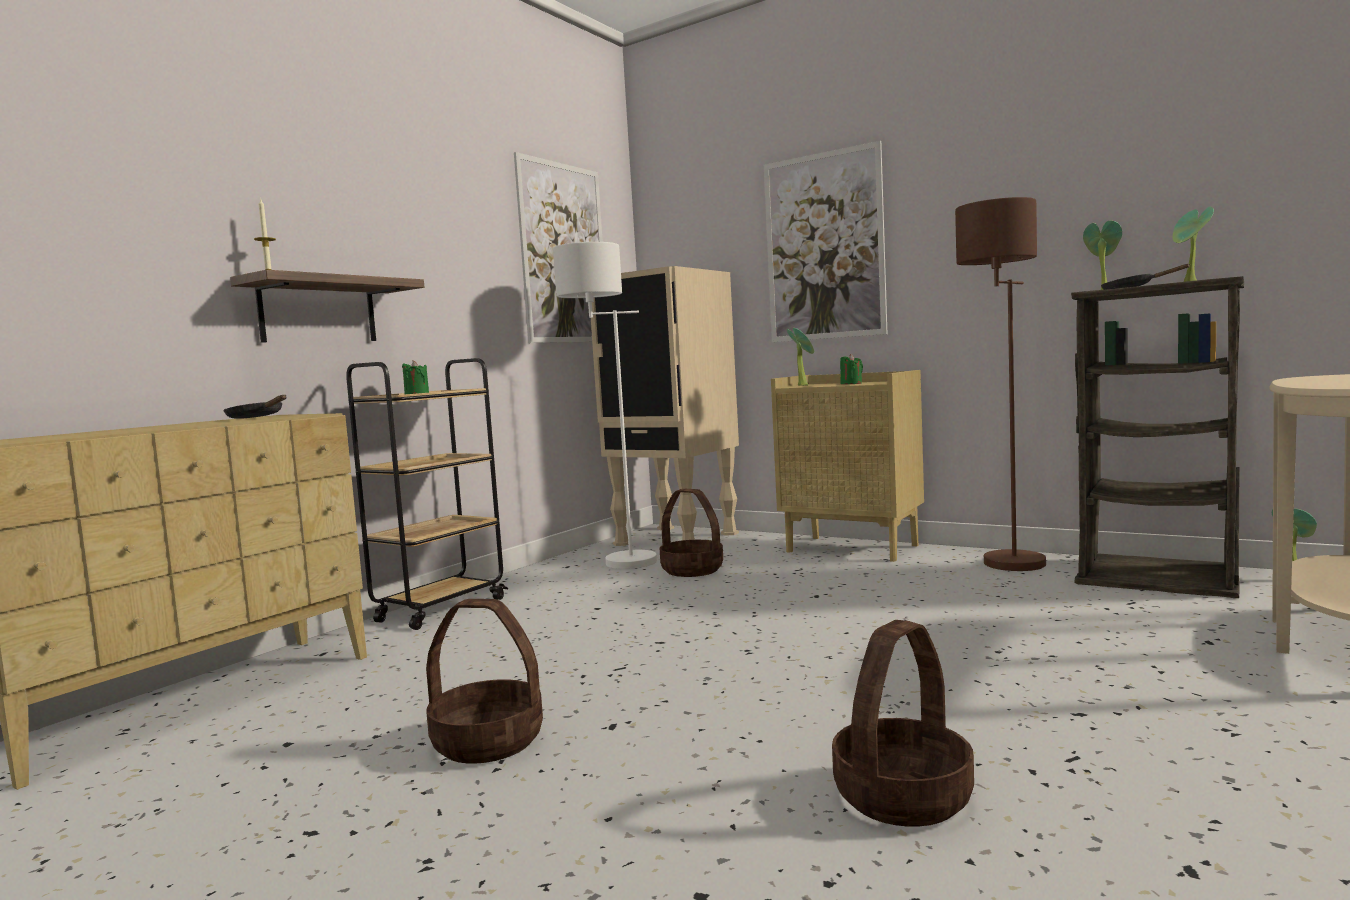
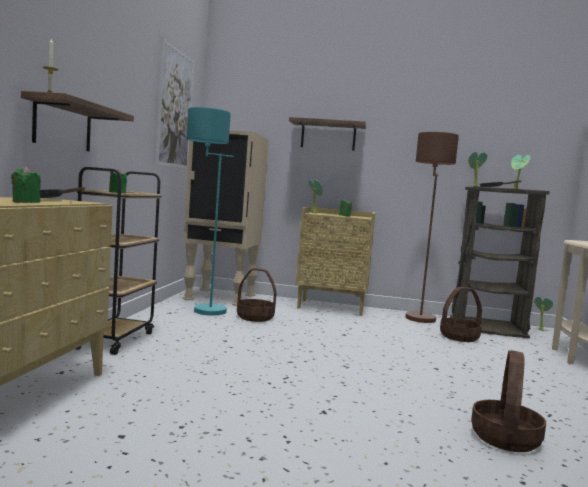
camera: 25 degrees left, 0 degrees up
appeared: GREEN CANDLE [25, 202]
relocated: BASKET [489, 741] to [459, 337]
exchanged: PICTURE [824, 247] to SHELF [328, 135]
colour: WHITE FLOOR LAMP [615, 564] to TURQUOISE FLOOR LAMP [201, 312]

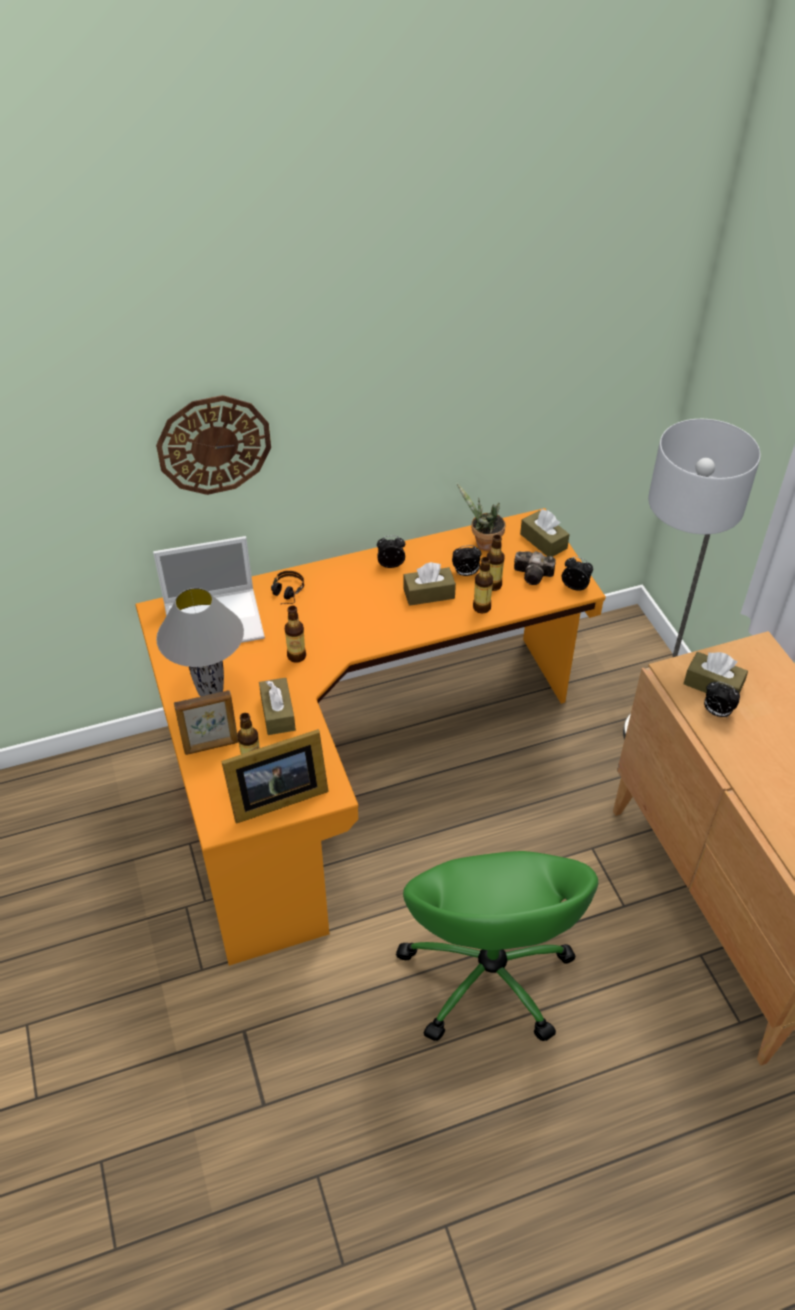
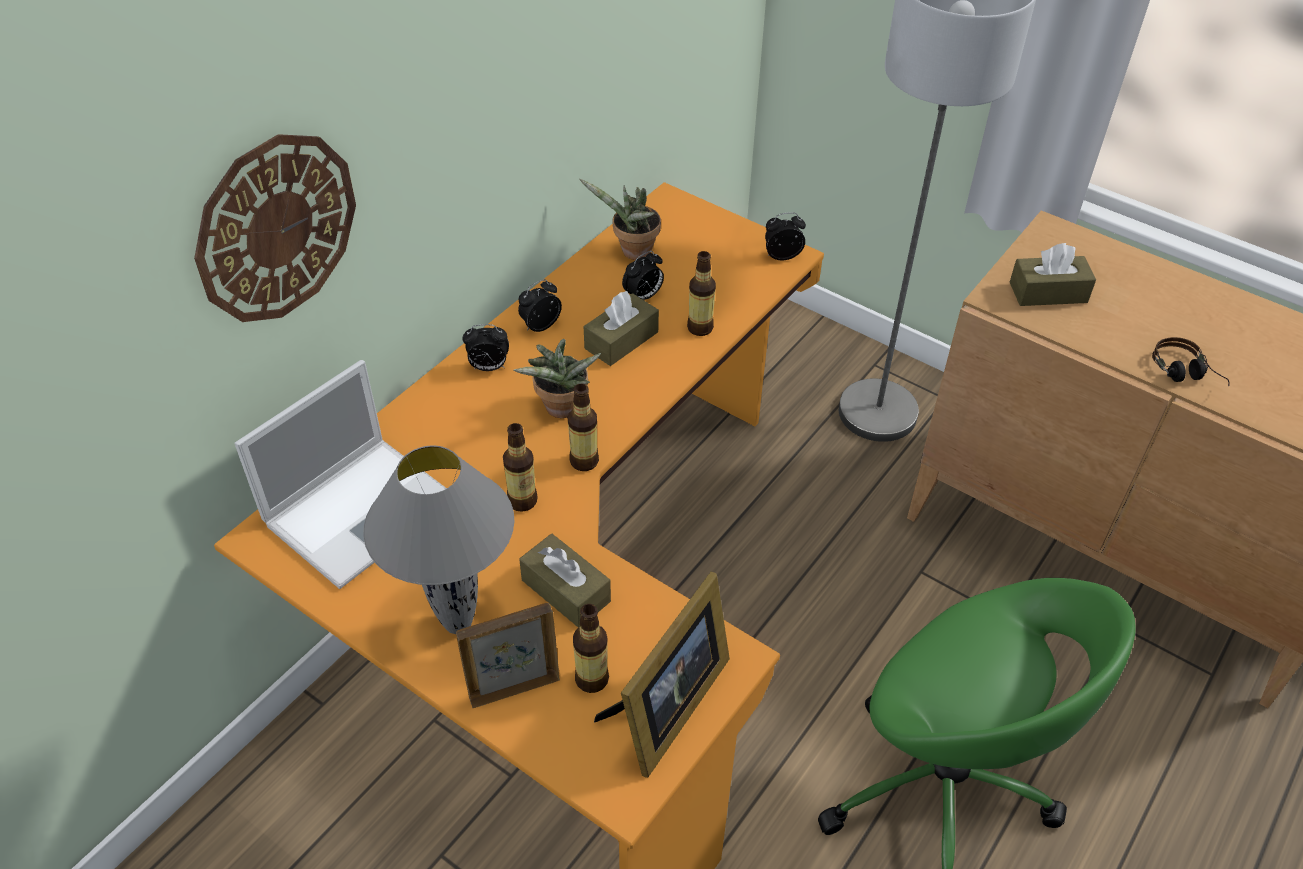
camera: 35 degrees left, 0 degrees up
missing: PHOTO CAMERA [534, 575]; BROWN TISSUE BOX [543, 541]
appeared: POTTED PLANT [561, 411]
relocated: HEADPHONES [285, 595] to [1186, 376]; BOTTLE [493, 585] to [584, 461]; ALARM CLOCK [716, 712] to [488, 367]
spun: PICTURE FRAME [211, 746] = [513, 688] 150 degrees counterclockwise

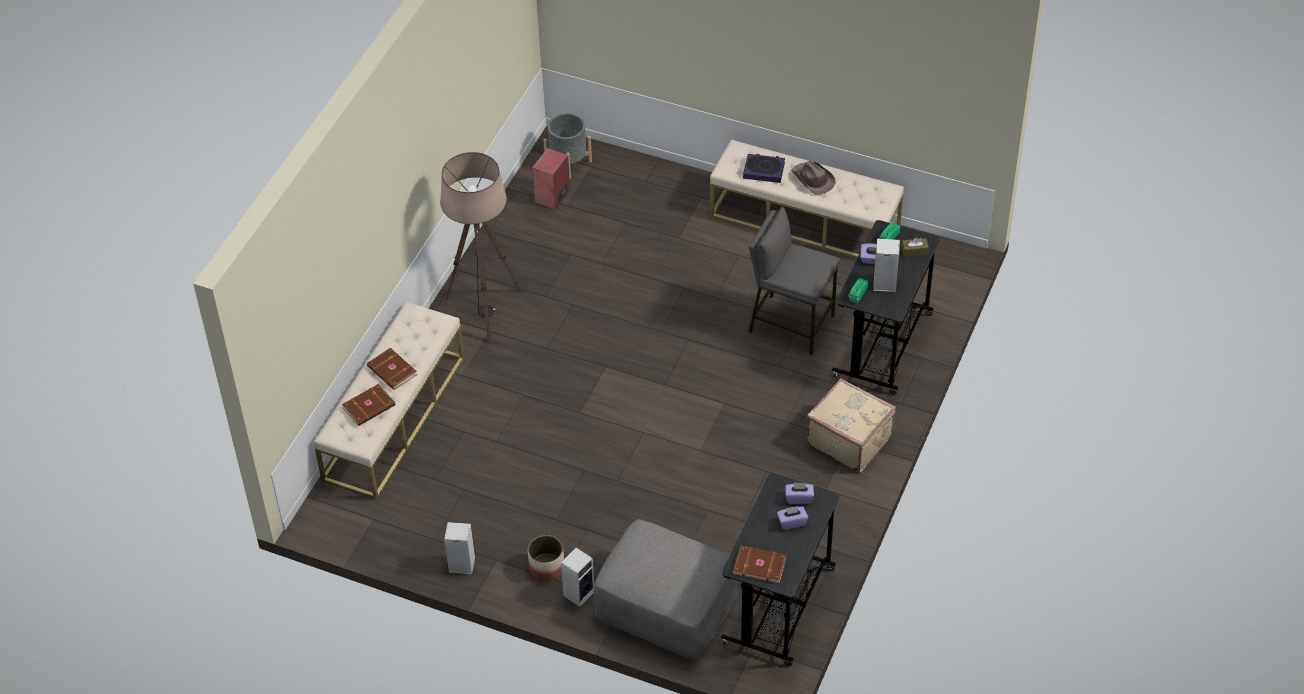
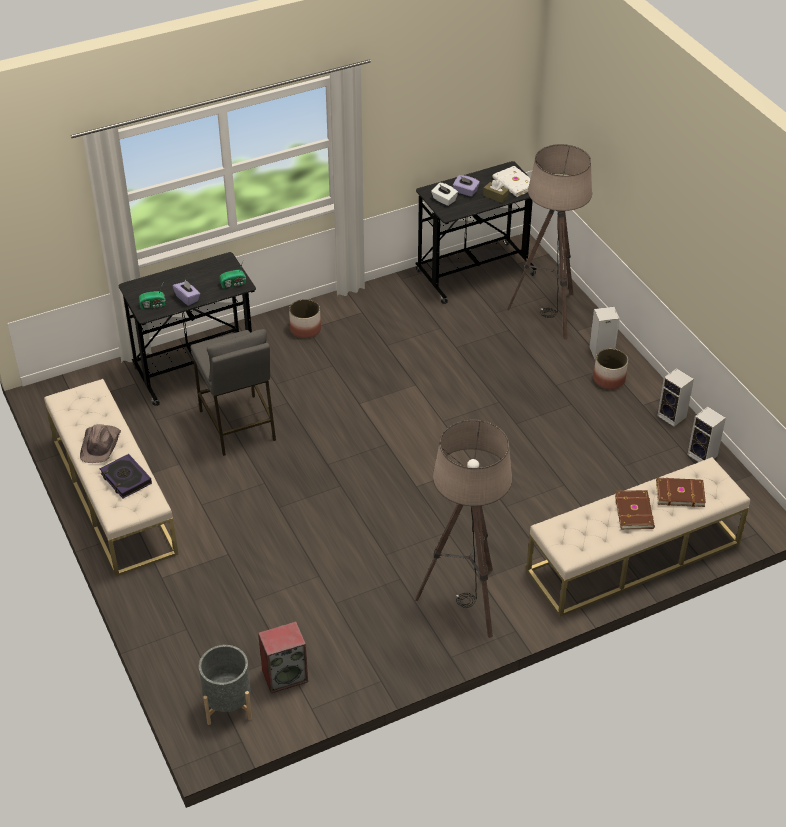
camera: 140 degrees left, 5 degrees down
relocated: SPEAKER [883, 284] to [703, 455]; BROWN TISSUE BOX [914, 251] to [495, 196]
exchanged: GREY OTTOMAN [665, 604] to FLOOR LAMP [548, 313]; BEIGE SUITCASE [849, 439] to PLANTER [305, 329]
colour: BROWN BOOK [759, 565] to WHITE BOOK [514, 183]; PURPLE TISSUE BOX [799, 498] to WHITE TISSUE BOX [444, 200]

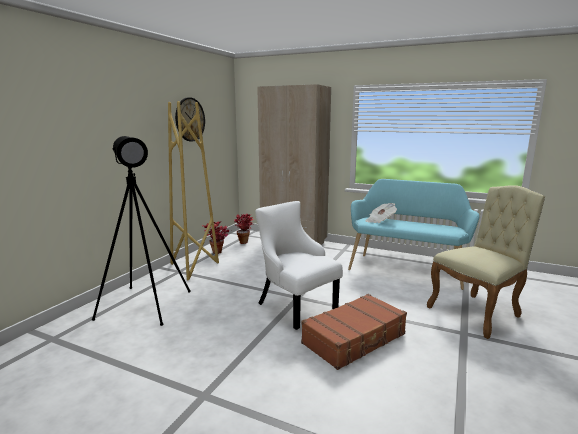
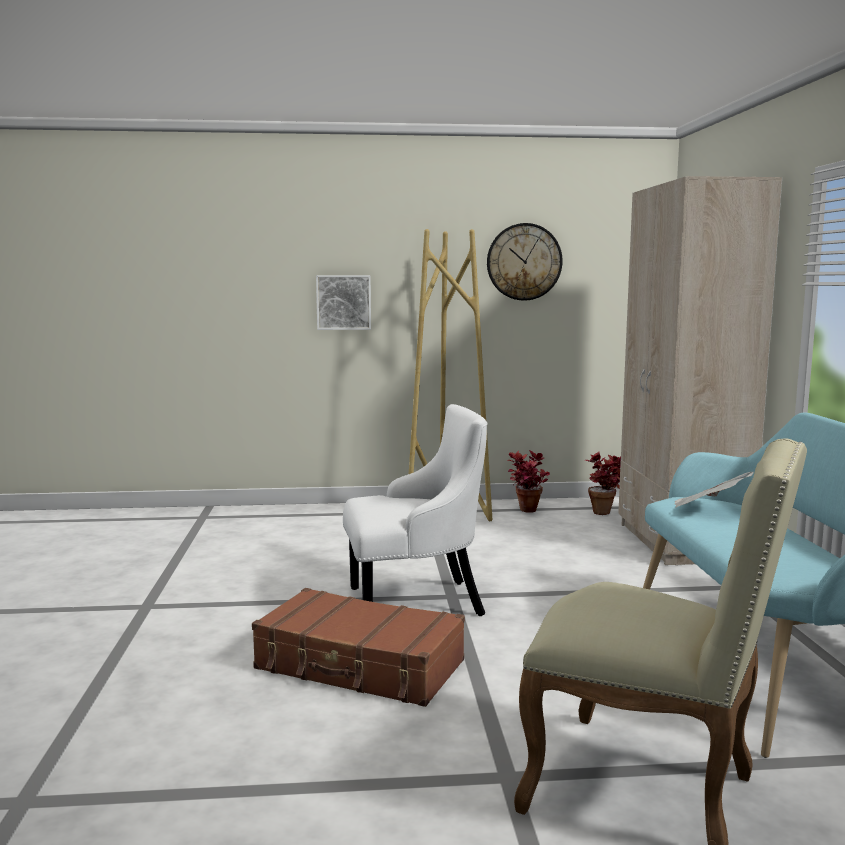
camera: 60 degrees right, 5 degrees down
missing: BLACK FLOOR LAMP [145, 305]
appeared: PICTURE [343, 302]
spun: WHITE CHAIR [297, 308] = [413, 604] 60 degrees clockwise

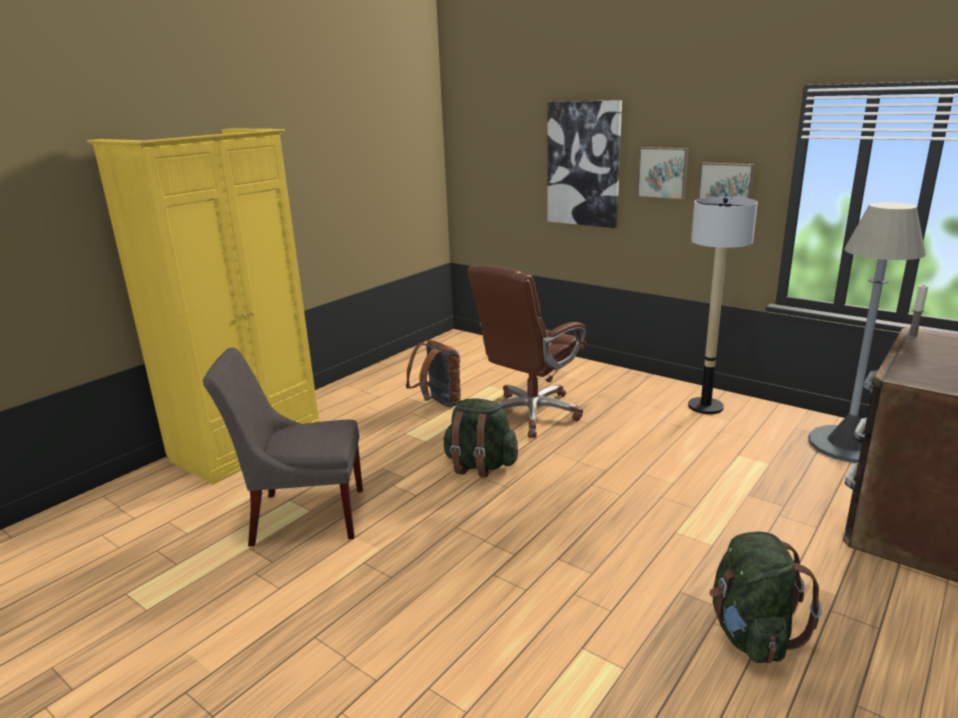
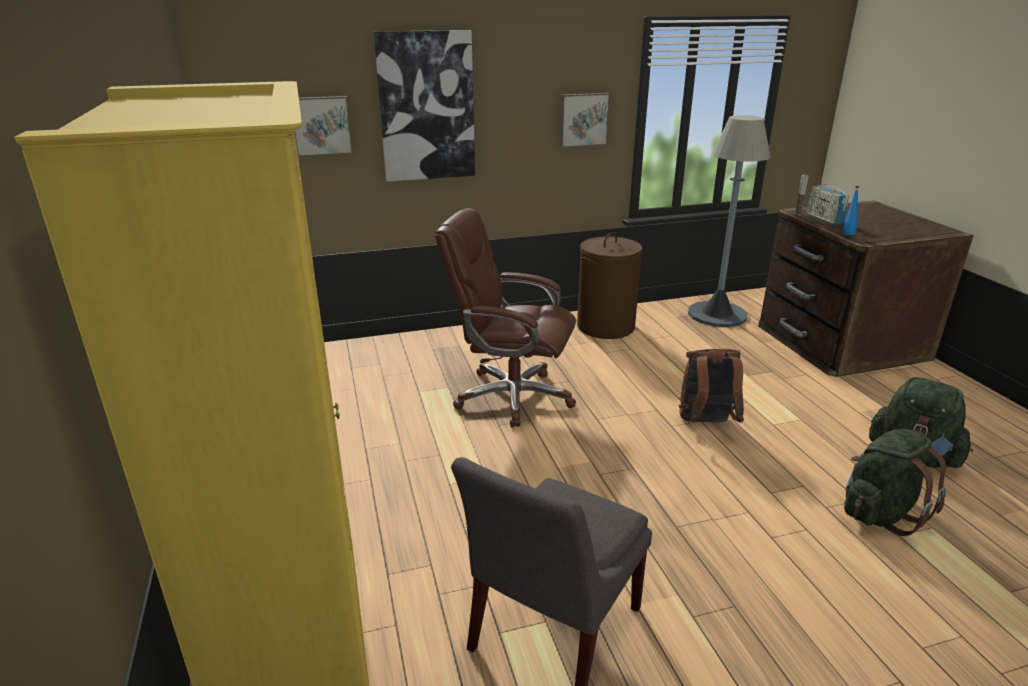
camera: 55 degrees left, 5 degrees up
appeared: RADIO [824, 219]; BLUE BOTTLE [847, 235]
relocated: BROWN BACKPACK [438, 403] to [705, 423]; GREEN BACKPACK [480, 465] to [880, 513]; PICTURE [663, 173] to [321, 125]
exchanged: FLOOR LAMP [705, 406] to BROWN LAUNDRY BASKET [605, 326]
spun: BROWN OFFICE CHAIR [531, 413] = [511, 397] 120 degrees clockwise

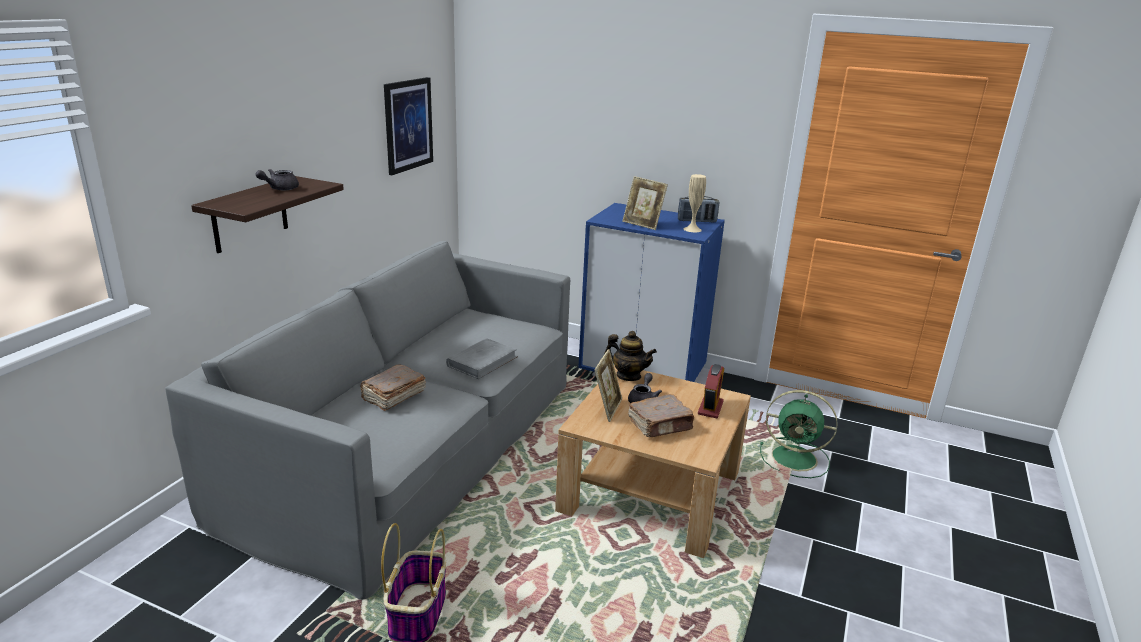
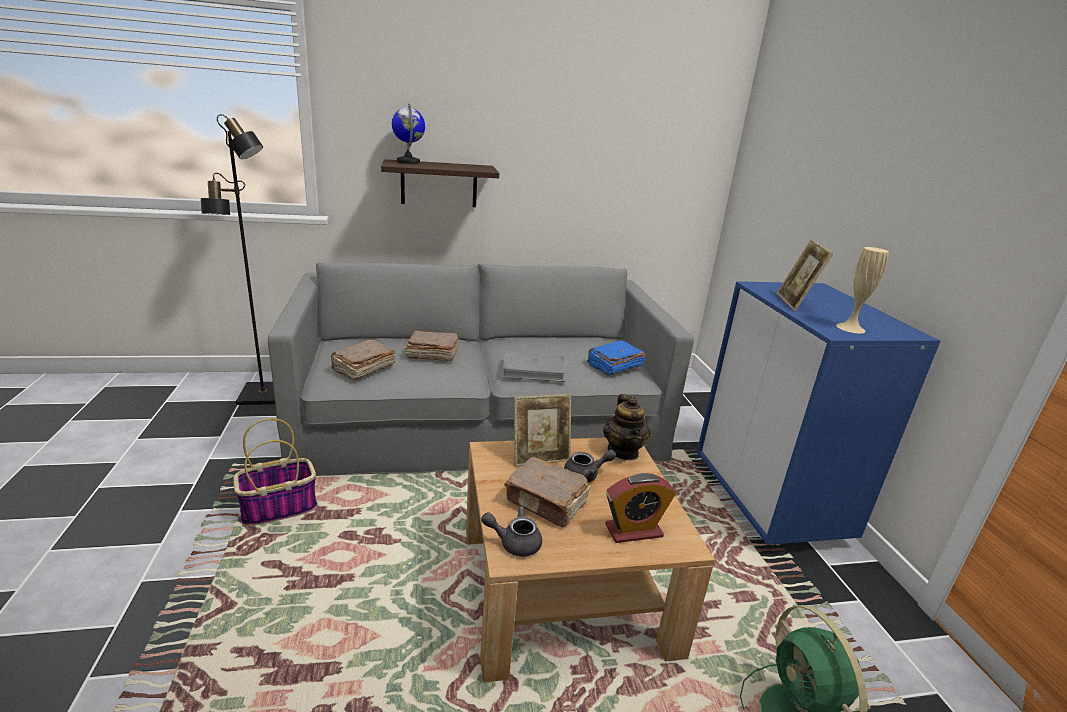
camera: 55 degrees right, 0 degrees up
missing: PICTURE [408, 125]; RADIO [696, 221]
appeared: BLACK FLOOR LAMP [263, 394]; BROWN BOOK [363, 369]; GLOBE [408, 162]; BLUE BOOK [613, 366]
relocated: GREY TEAPOT [279, 189] to [514, 542]

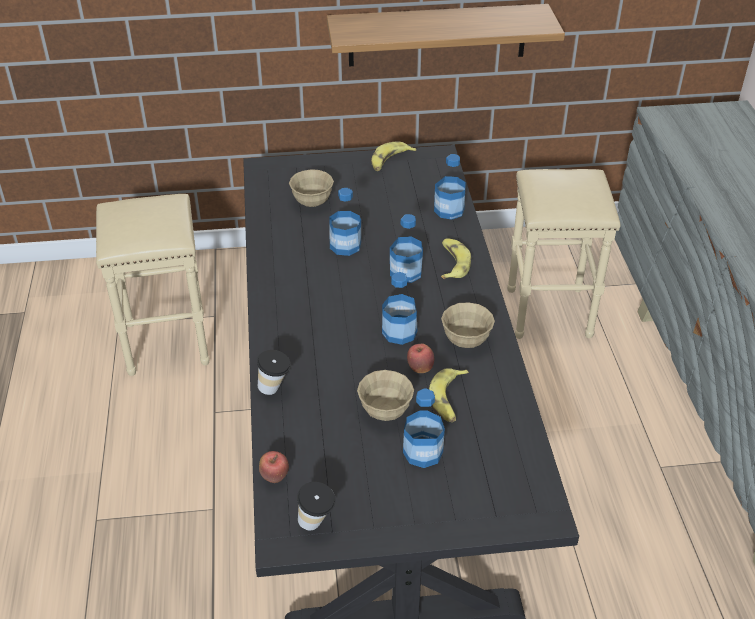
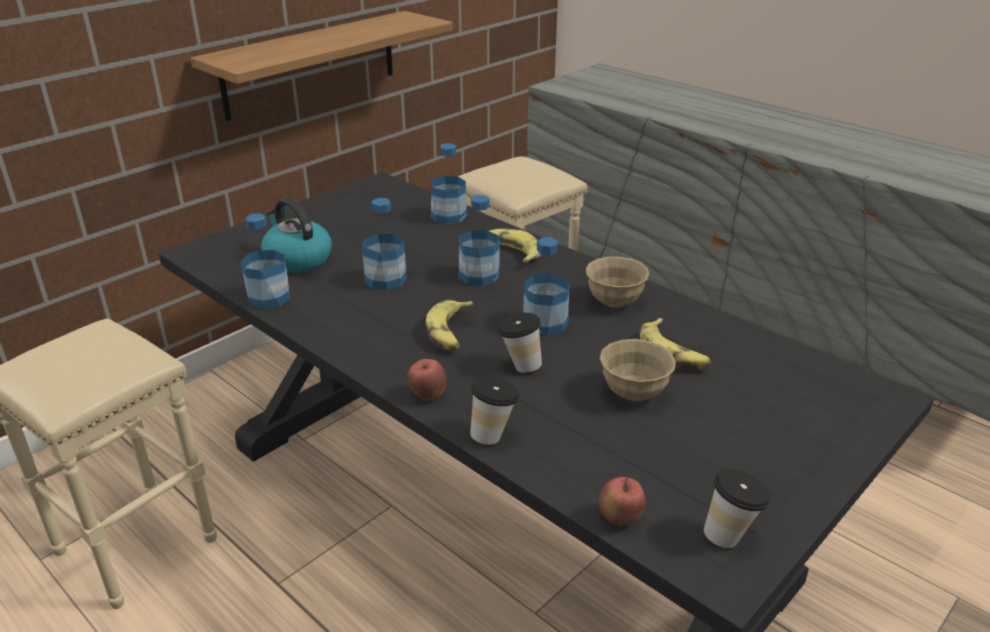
camera: 40 degrees left, 10 degrees down
appeared: CUP [519, 366]
relocated: BANANA [390, 161] to [450, 333]; BOTTLE [423, 452] to [269, 297]; APPLE [420, 368] to [427, 395]
exchanged: BEIGE BOWL [312, 202] to KETTLE [297, 259]

